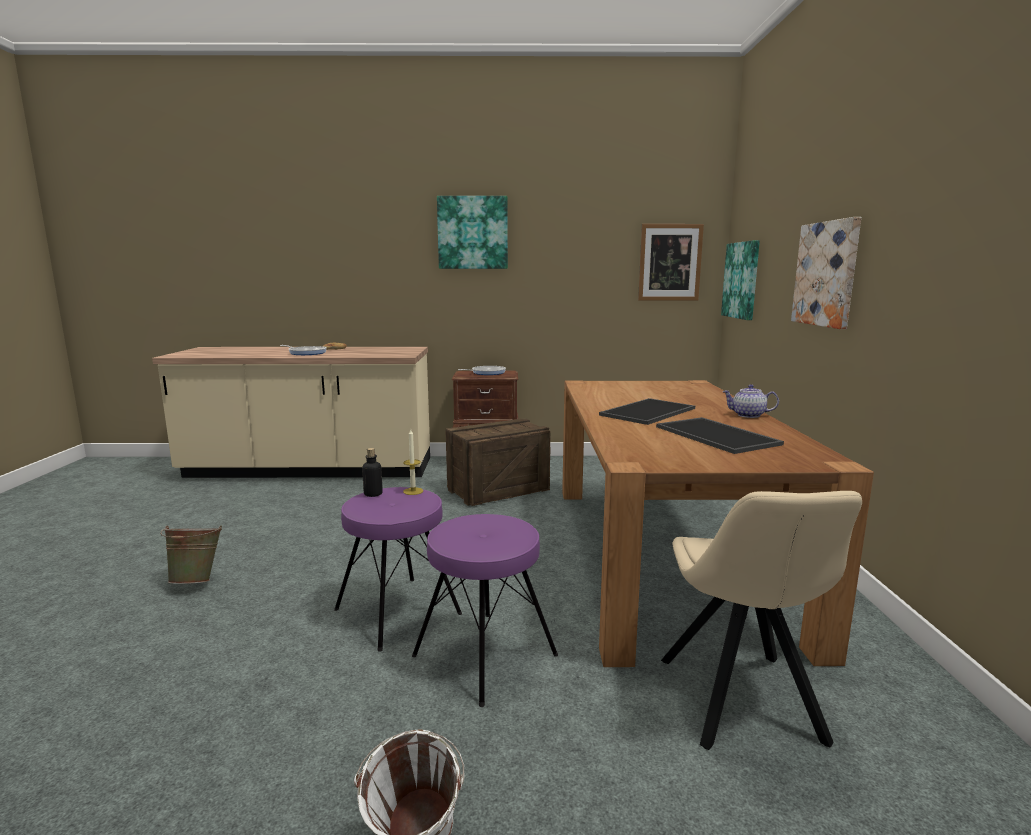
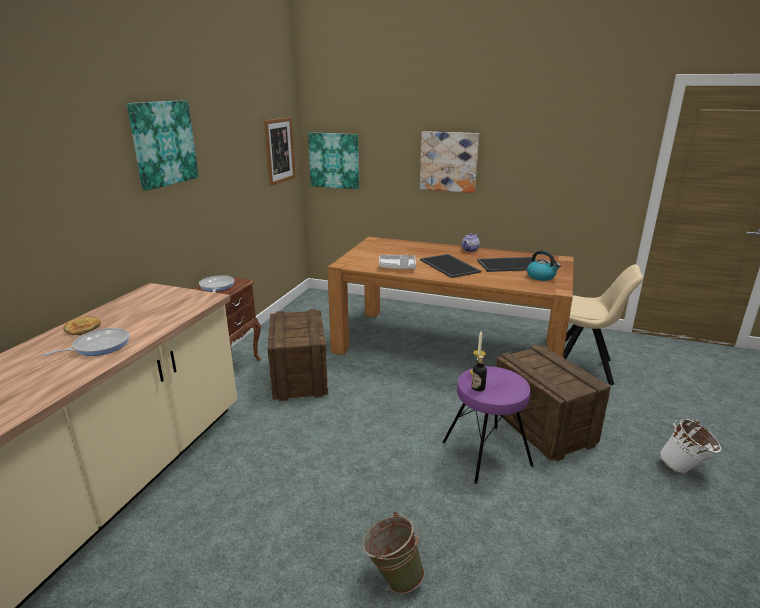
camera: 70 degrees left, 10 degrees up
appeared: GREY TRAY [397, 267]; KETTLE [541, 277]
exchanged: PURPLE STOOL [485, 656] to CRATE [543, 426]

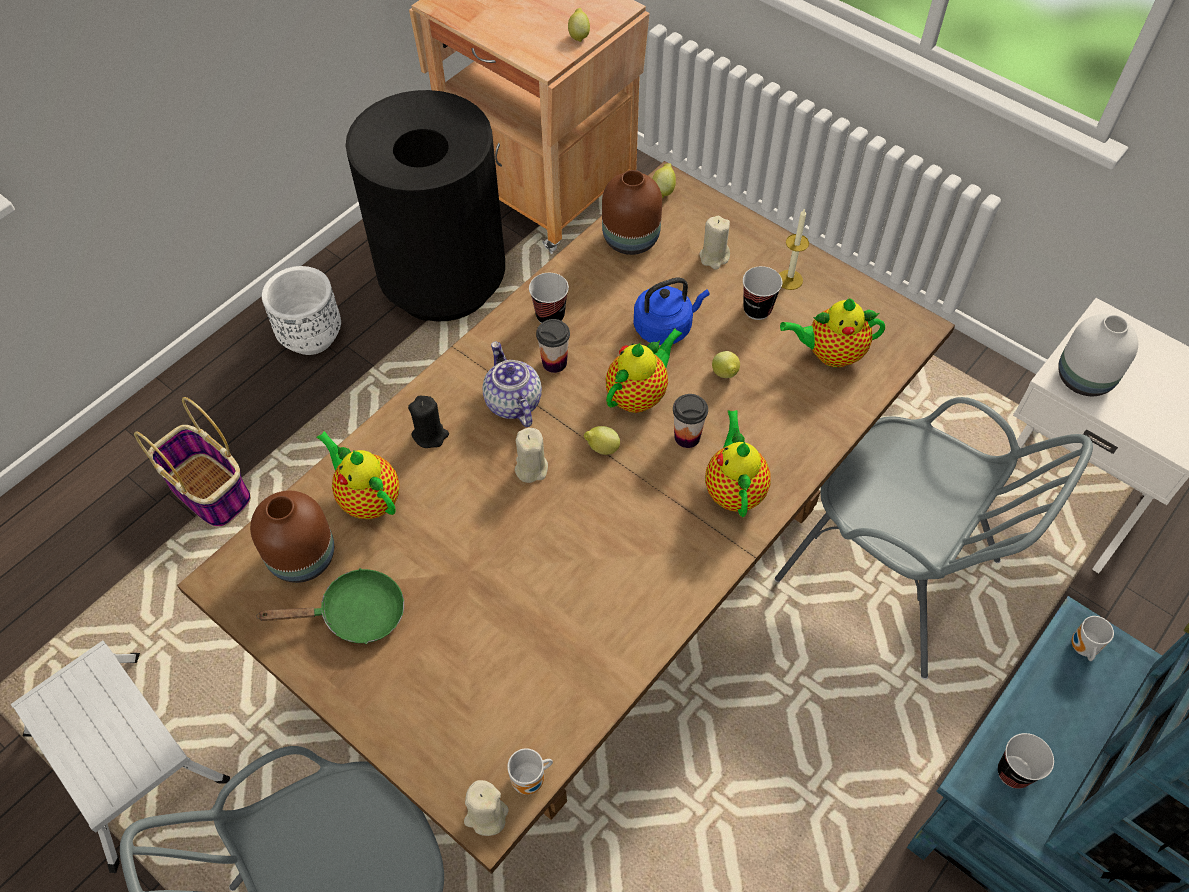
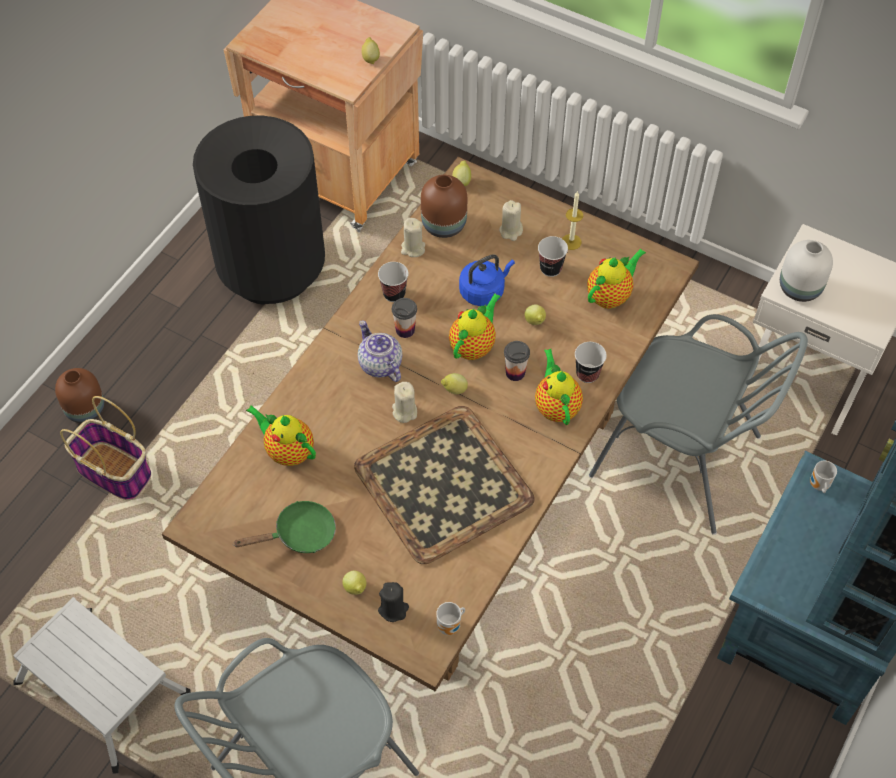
camera: 10 degrees left, 0 degrees up
missing: WHITE PLANTER [311, 337]
appeared: LEMON [356, 589]; TRAY [443, 485]
relocated: BROWN VASE [301, 557] to [84, 409]; BLACK CANDLE [430, 435] to [393, 609]; BEIGE CANDLE [486, 815] to [413, 248]; CUP [1013, 772] to [587, 374]
spun: TEAPOT [830, 354] = [610, 296] 150 degrees clockwise

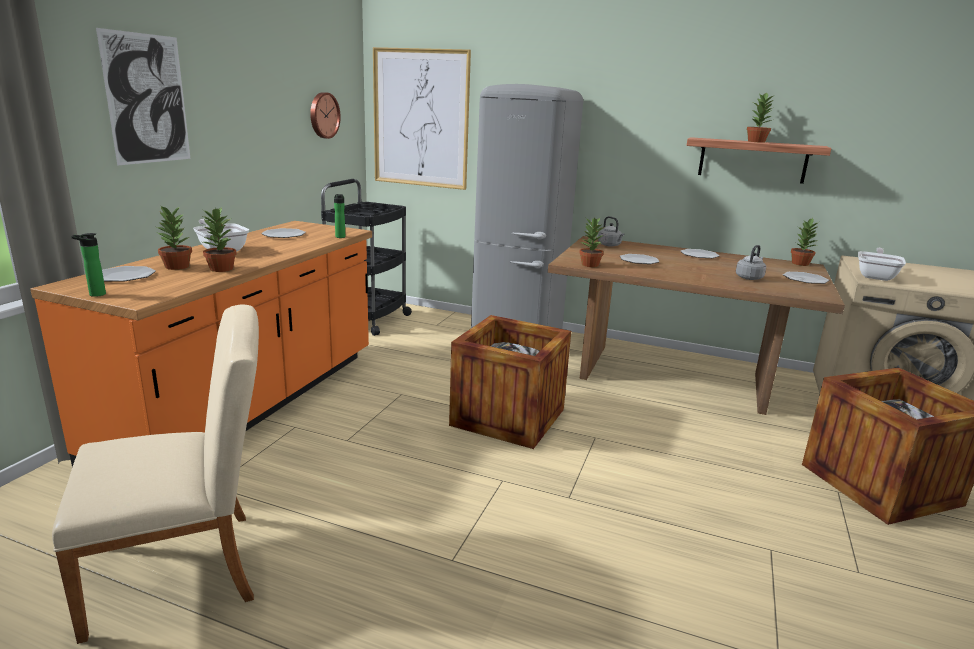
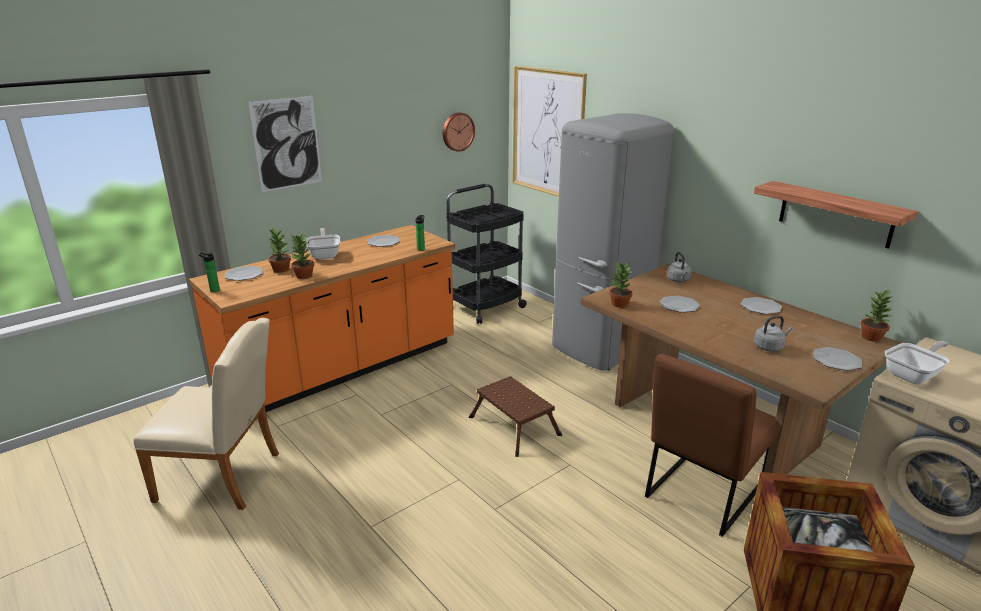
camera: 30 degrees right, 5 degrees up
missing: POTTED PLANT [756, 141]
appeared: BROWN CHAIR [702, 491]
exchanged: CRATE [508, 417] to BROWN STEP LADDER [514, 426]

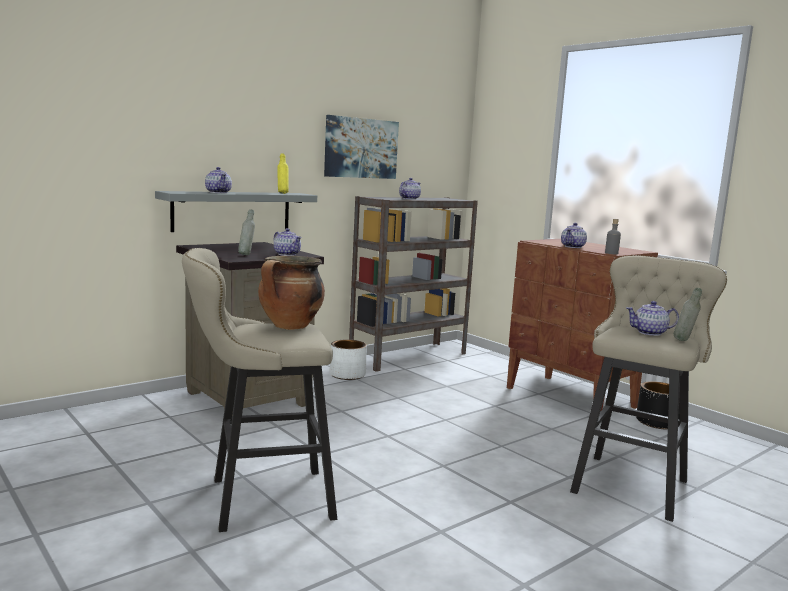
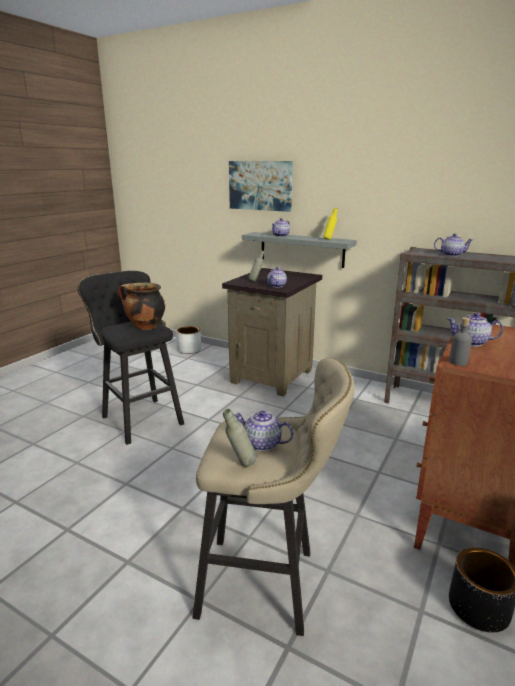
camera: 70 degrees right, 10 degrees up
relocated: PICTURE [361, 148] to [260, 185]; WHITE PLANTER [347, 375] to [189, 350]
colour: BEIGE STOOL [255, 500] to BLACK STOOL [138, 416]
spun: TEAPOT [650, 333] = [262, 444] 45 degrees counterclockwise

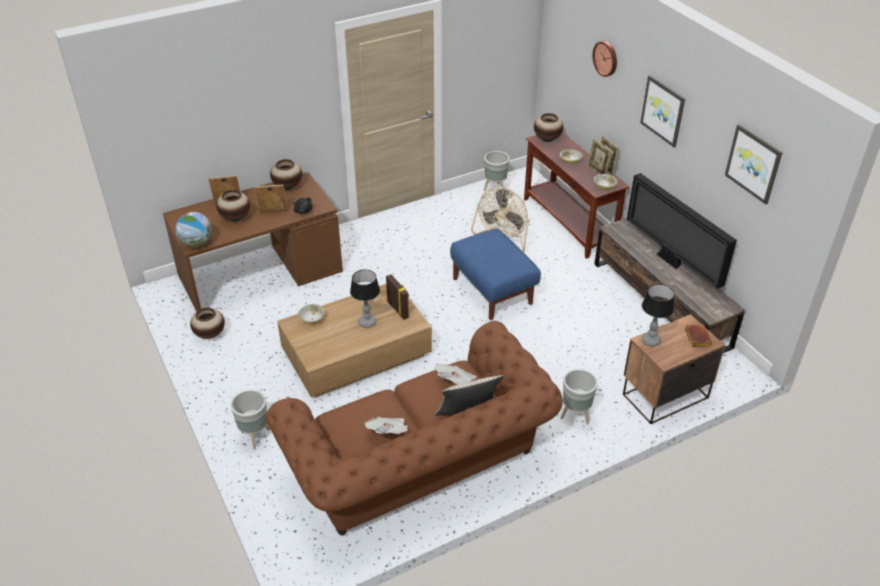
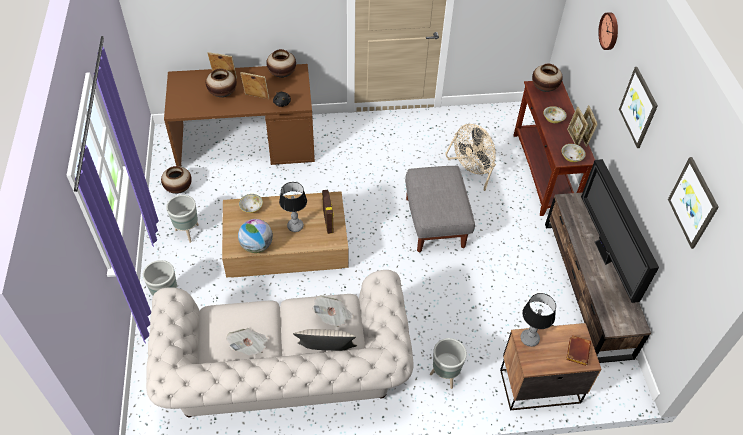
camera: 20 degrees right, 10 degrees up
relocated: GLOBE [196, 243] to [256, 246]; GREY PLANTER [495, 189] to [188, 232]
colour: BROWN SOFA [420, 465] to WHITE SOFA [285, 375]; BLUE OTTOMAN [492, 291] to GREY OTTOMAN [435, 223]

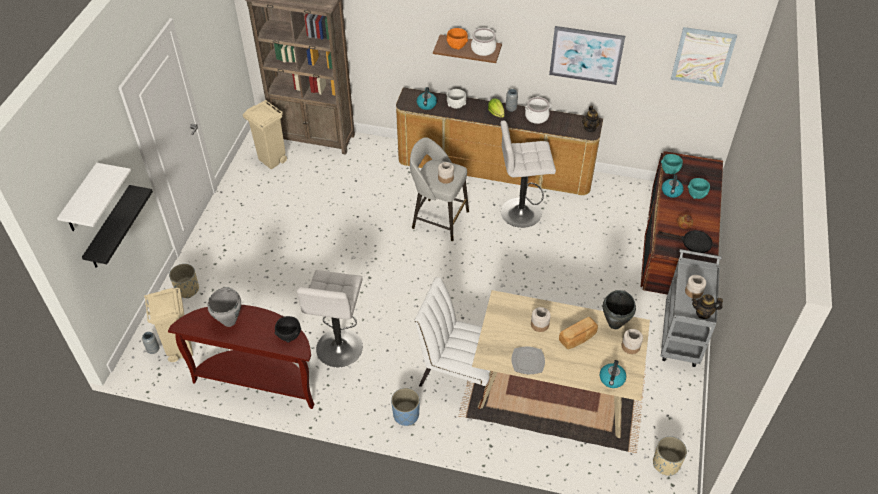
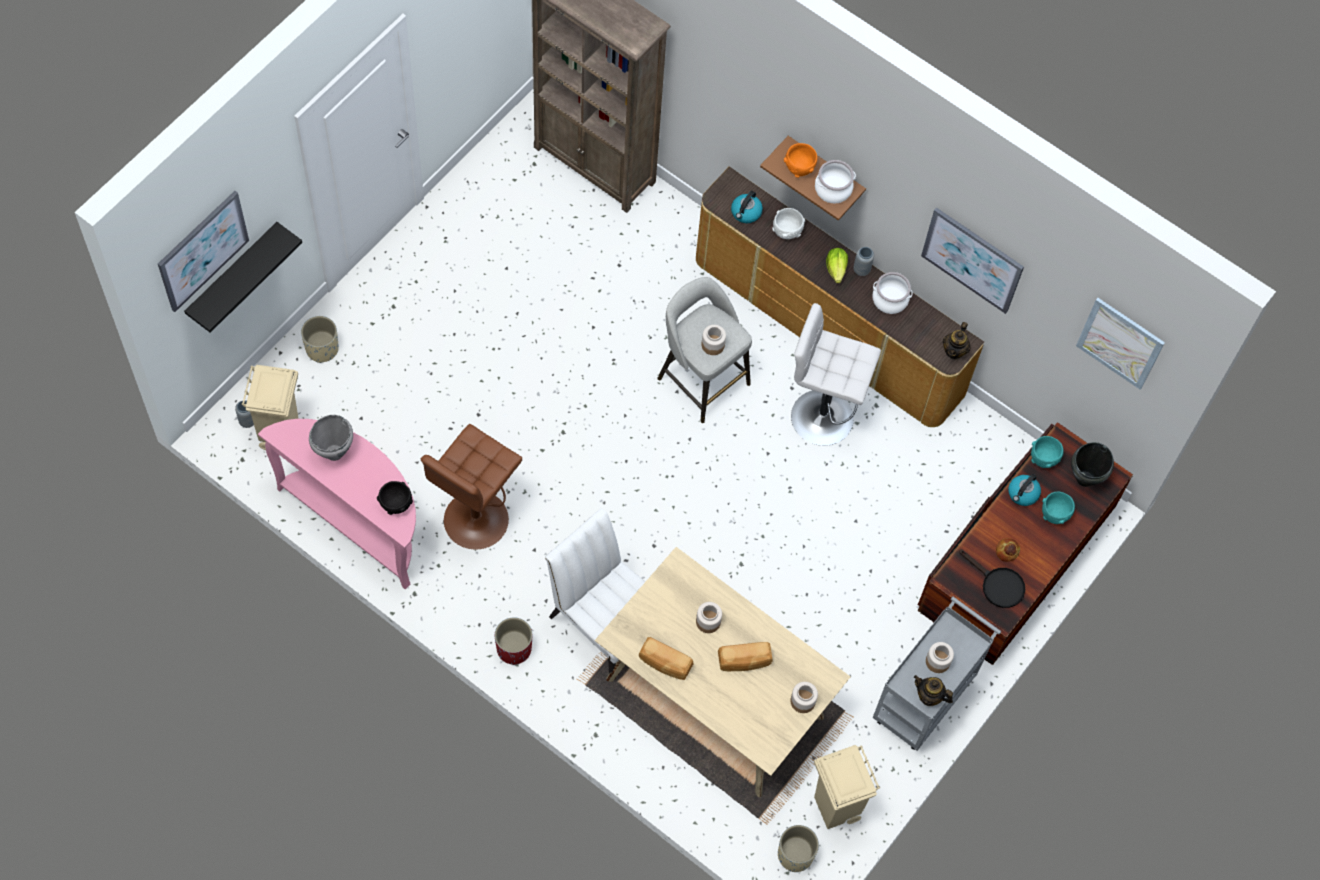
camera: 20 degrees right, 15 degrees up
missing: KETTLE [612, 379]
relocated: BEIGE TRASH CAN [272, 160] to [836, 808]; BLACK COOKING POT [615, 324] to [1085, 479]
exchanged: WHITE SHELF [81, 200] to PICTURE [203, 250]; PLATE [527, 361] to BREAD [665, 663]
colour: BROWN CONSOLE TABLE [259, 380] to PINK CONSOLE TABLE [358, 521]; WHITE STOOL [339, 348] to BROWN STOOL [475, 520]; BLUE PLANTER [406, 415] to RED PLANTER [514, 649]

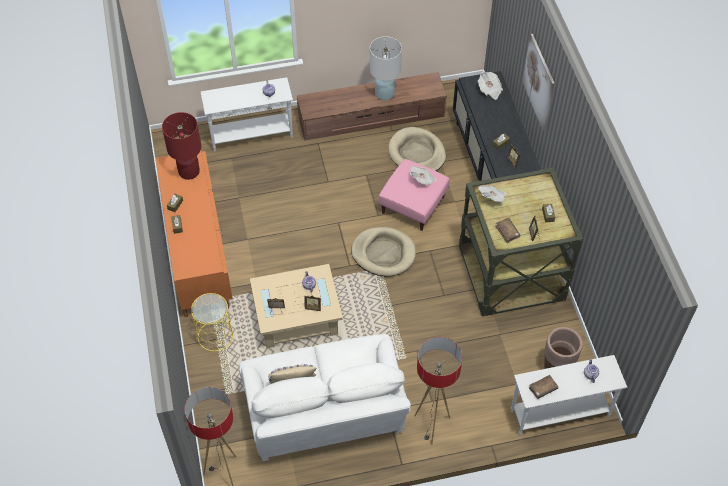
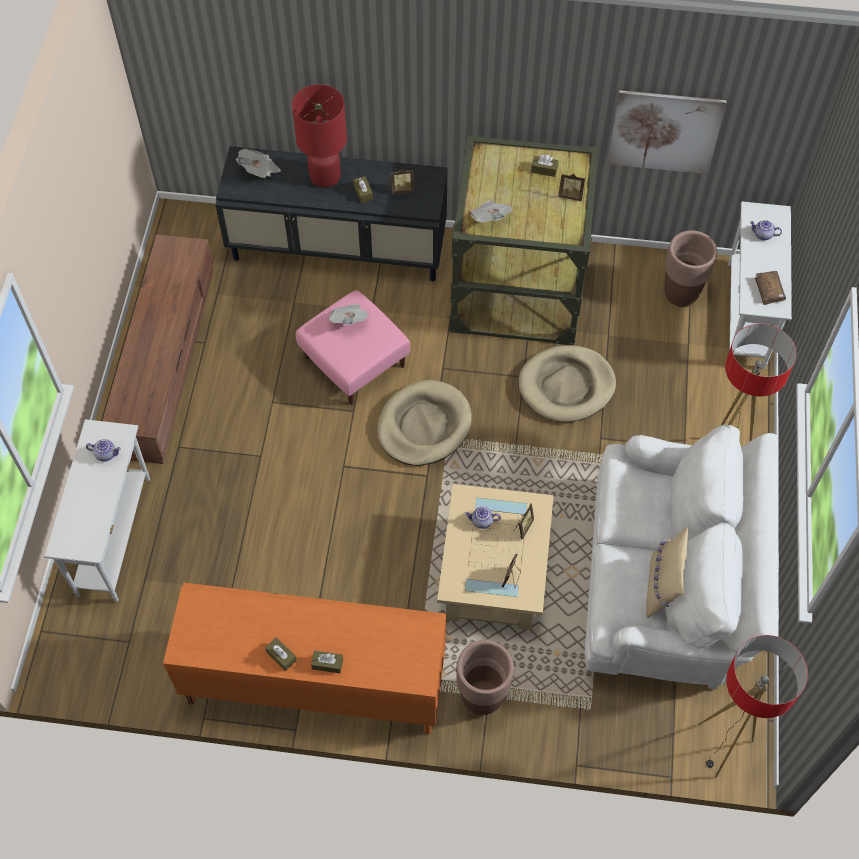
camera: 70 degrees left, 5 degrees up
missing: WHITE TABLE LAMP [384, 93]; BROWN BOOK [507, 232]
relocated: RED TABLE LAMP [189, 171] to [325, 176]; BEIGE DOG BED [417, 153] to [566, 386]; PICTURE [538, 82] to [664, 132]
exchanged: YELLOW SIDE TABLE [215, 336] to BROWN PLANTER [481, 697]

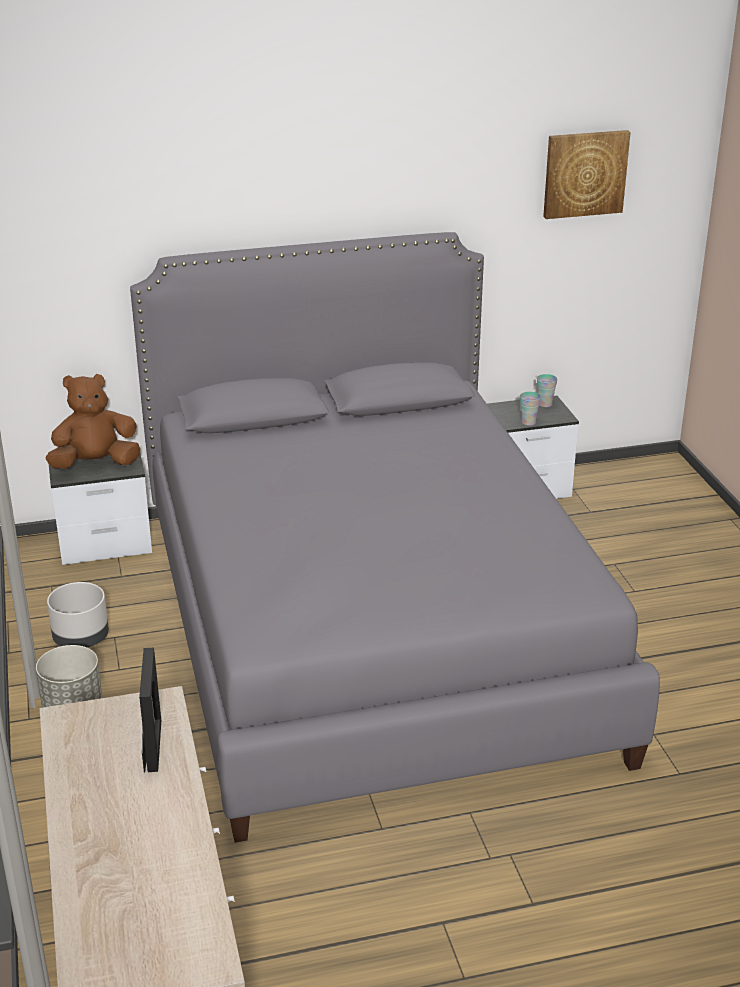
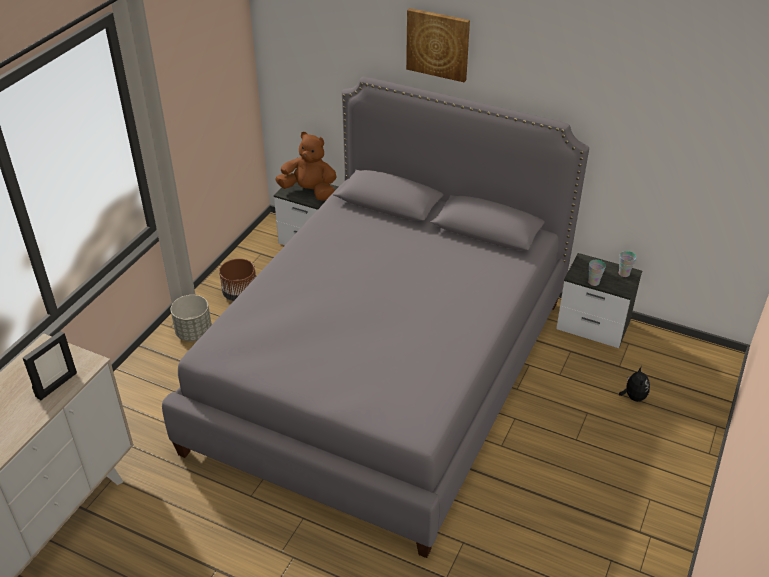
camera: 40 degrees right, 10 degrees up
appeared: PLUSH TOY [633, 397]
relocated: PICTURE [585, 173] to [438, 44]
colour: GREY PLANTER [81, 639] to BROWN PLANTER [240, 293]

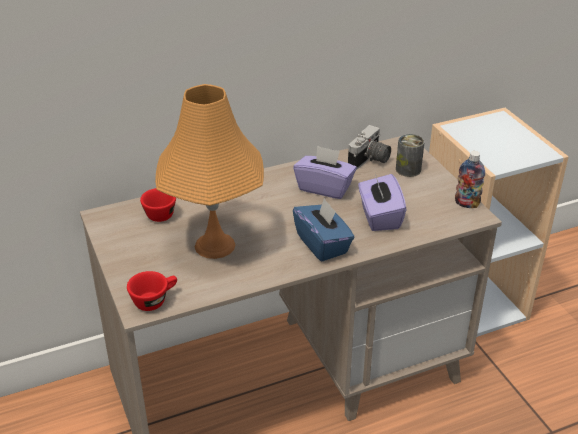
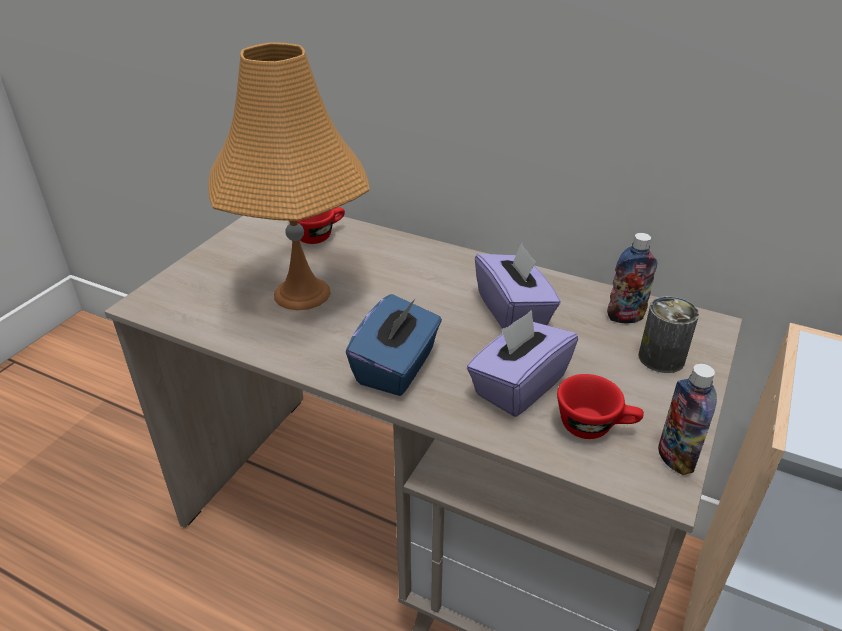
camera: 50 degrees right, 0 degrees up
relocated: RED CUP [154, 300] to [595, 426]
exchanged: PHOTO CAMERA [370, 161] to BOTTLE [625, 317]

